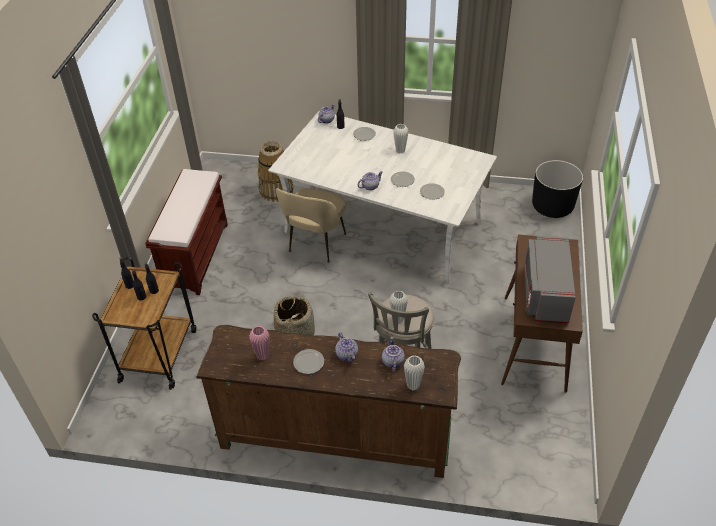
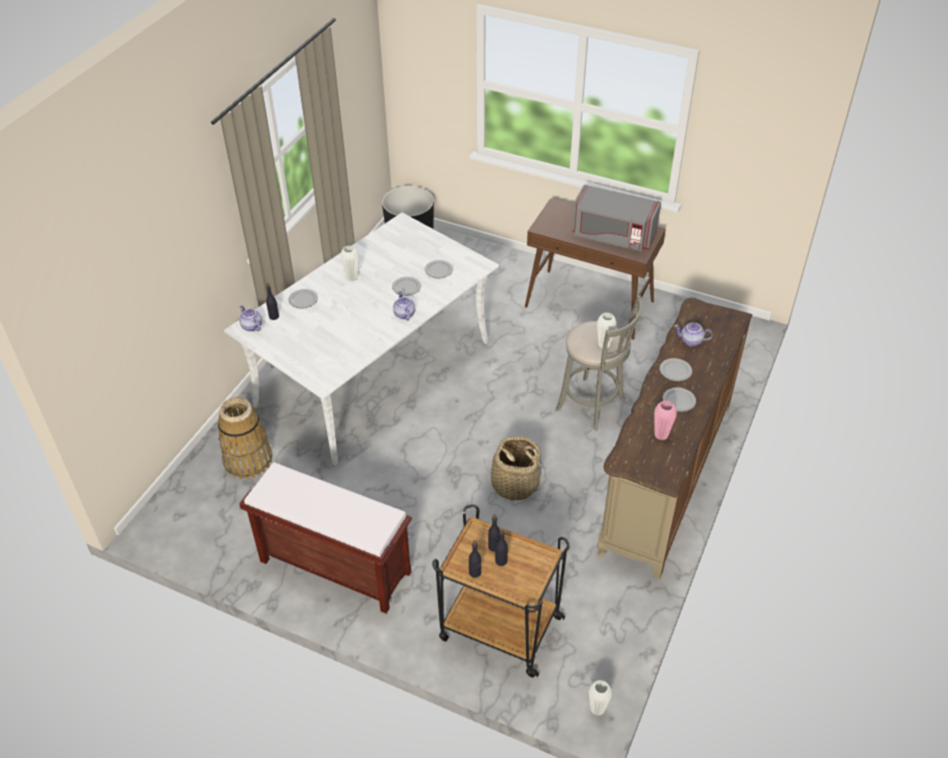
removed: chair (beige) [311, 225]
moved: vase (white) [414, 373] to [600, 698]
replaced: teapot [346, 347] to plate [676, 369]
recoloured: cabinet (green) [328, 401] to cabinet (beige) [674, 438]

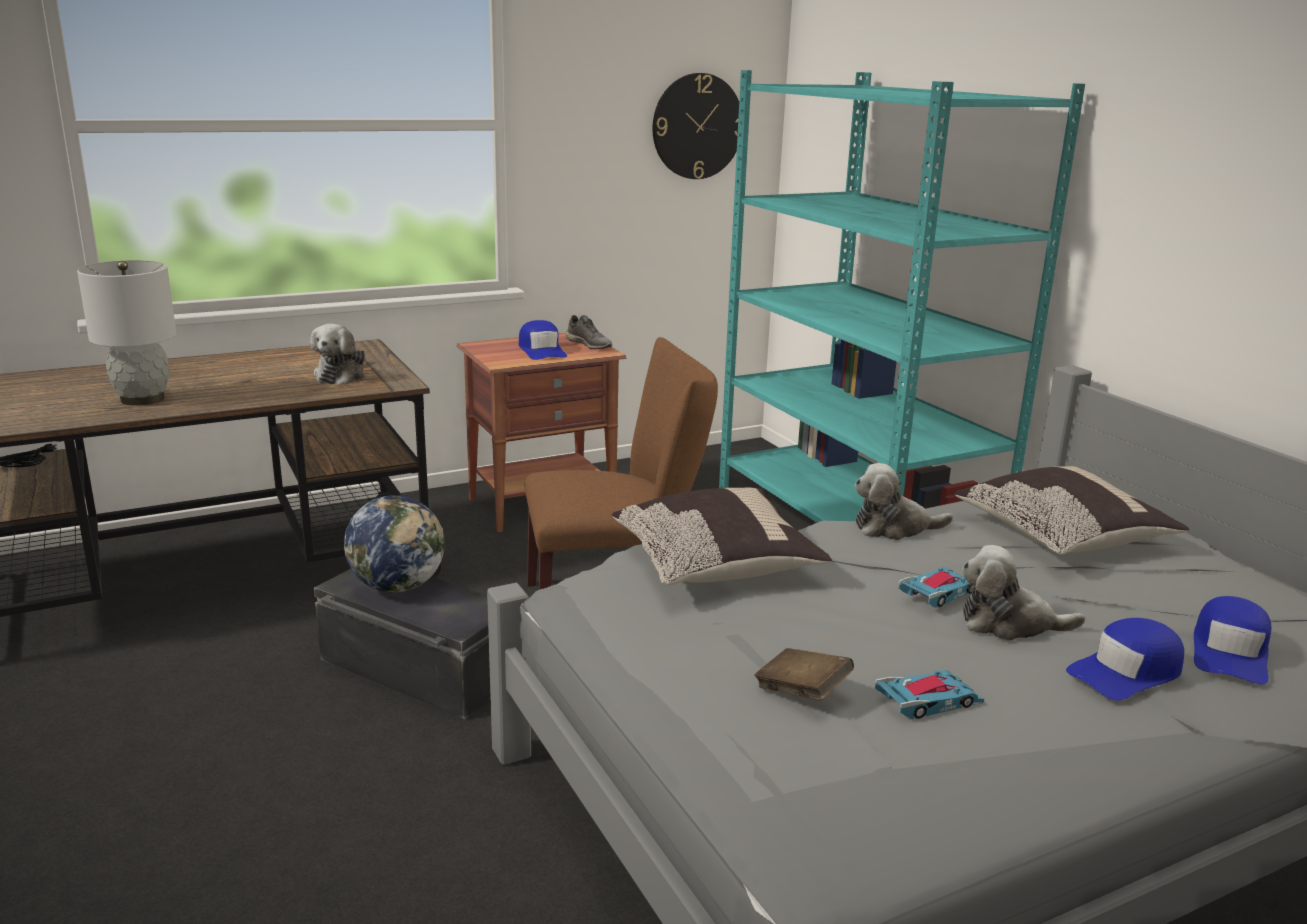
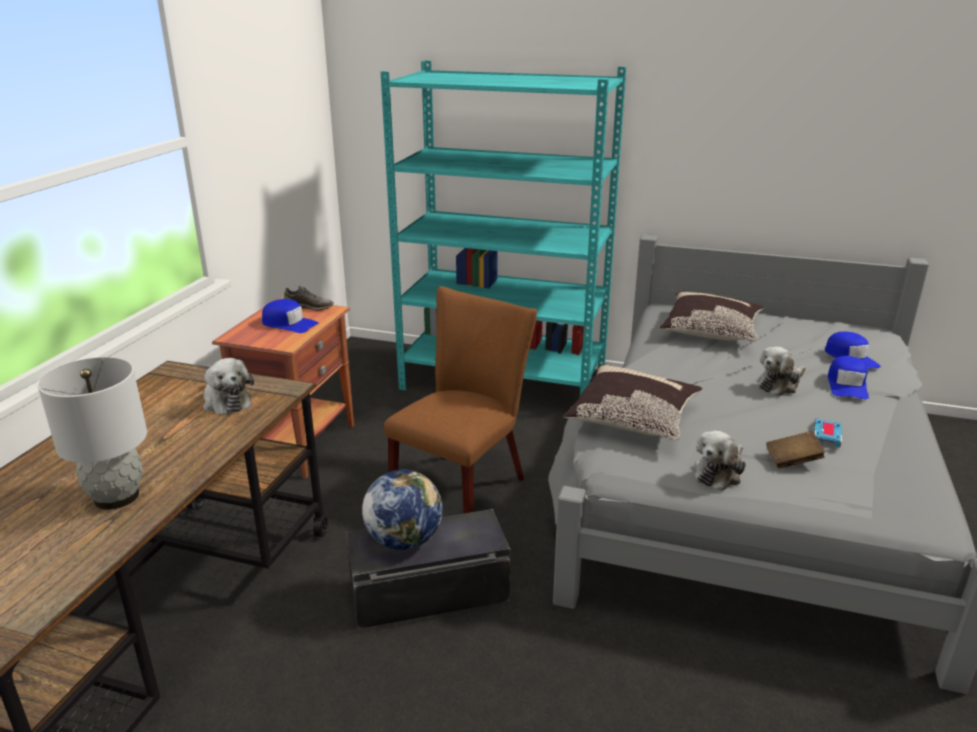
removed: wall clock [698, 126]; toy car [935, 587]
moved: plush toy [903, 501] to [720, 461]

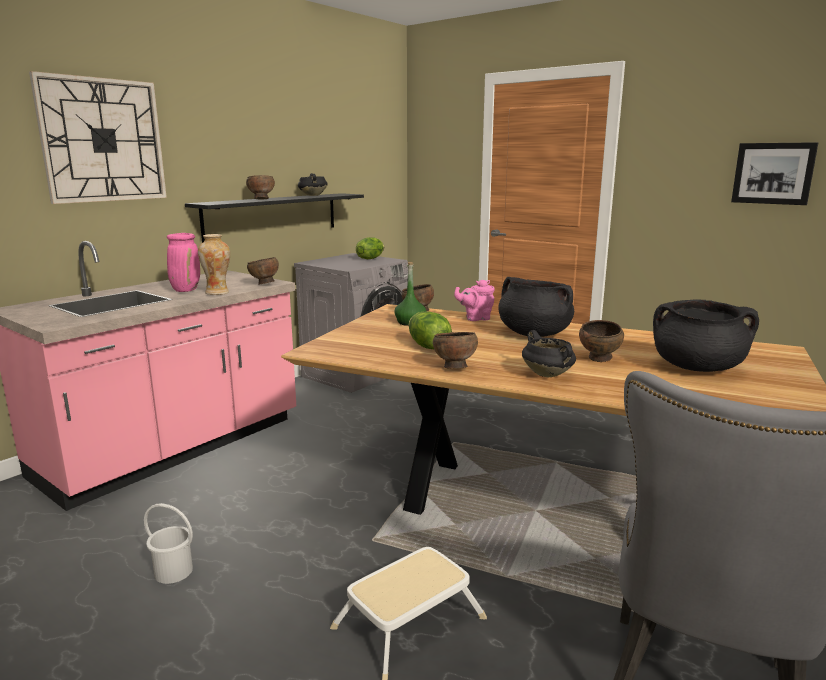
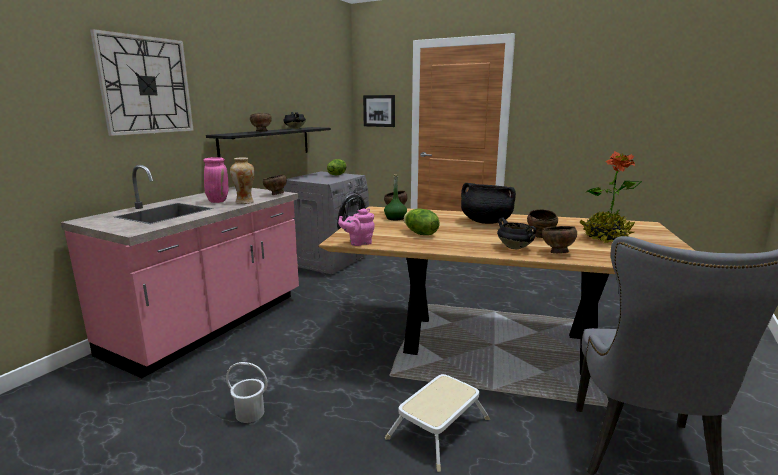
moved: bowl (brown) [455, 350] to [559, 239]; teapot (pink) [474, 300] to [356, 227]; picture [774, 173] to [379, 111]
replaced: cooking pot (black) [706, 335] to potted plant [610, 197]

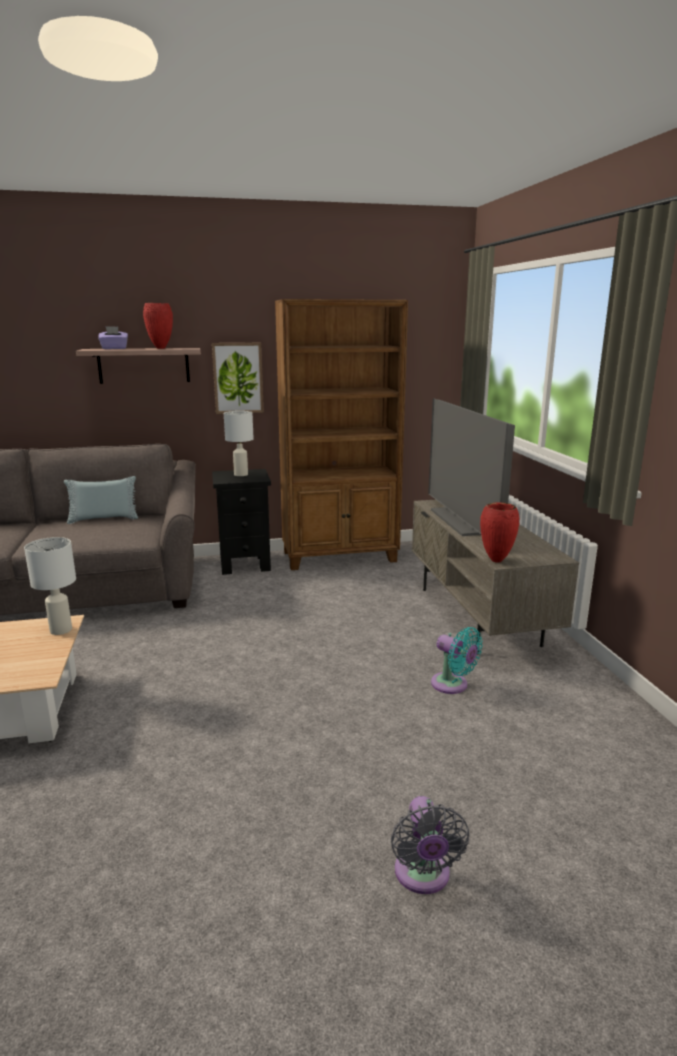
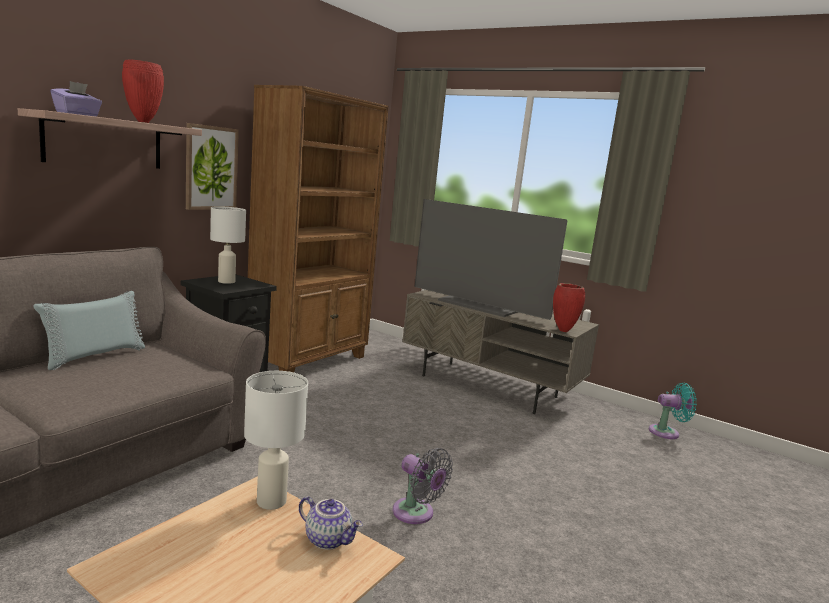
added: teapot [331, 523]
moved: fan (grey) [430, 845] to [422, 486]; fan (turquoise) [456, 660] to [673, 411]

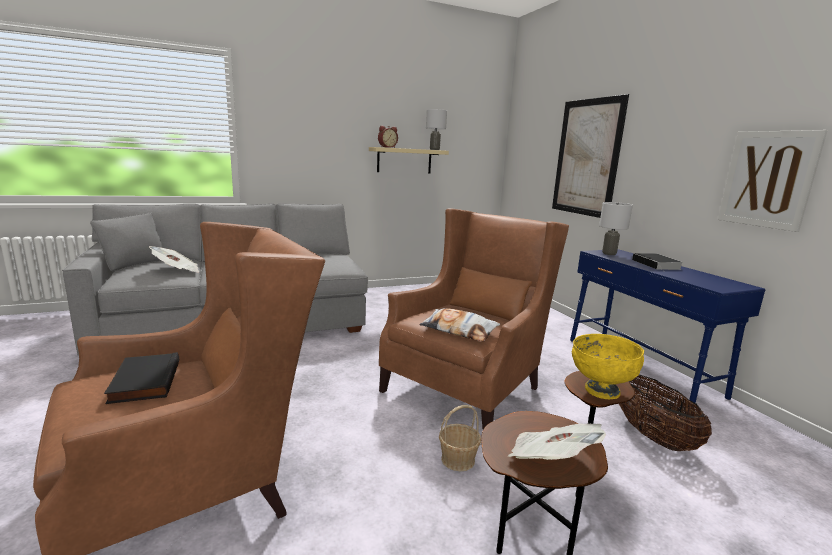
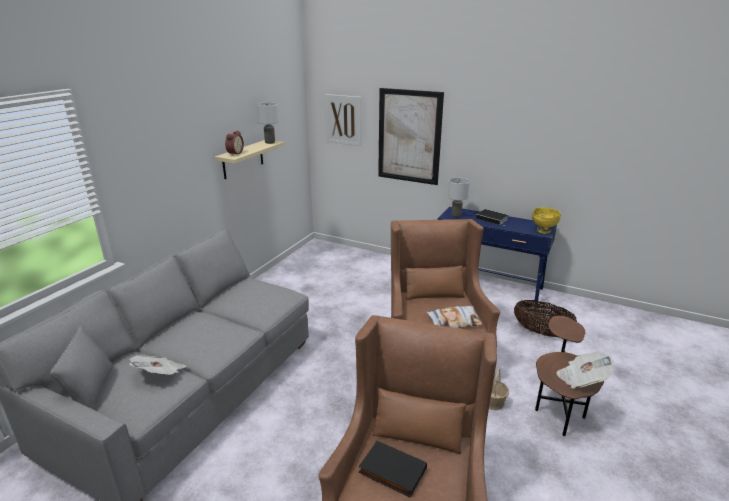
moved: bowl (yellow) [608, 366] to [546, 220]; picture [773, 181] to [343, 120]

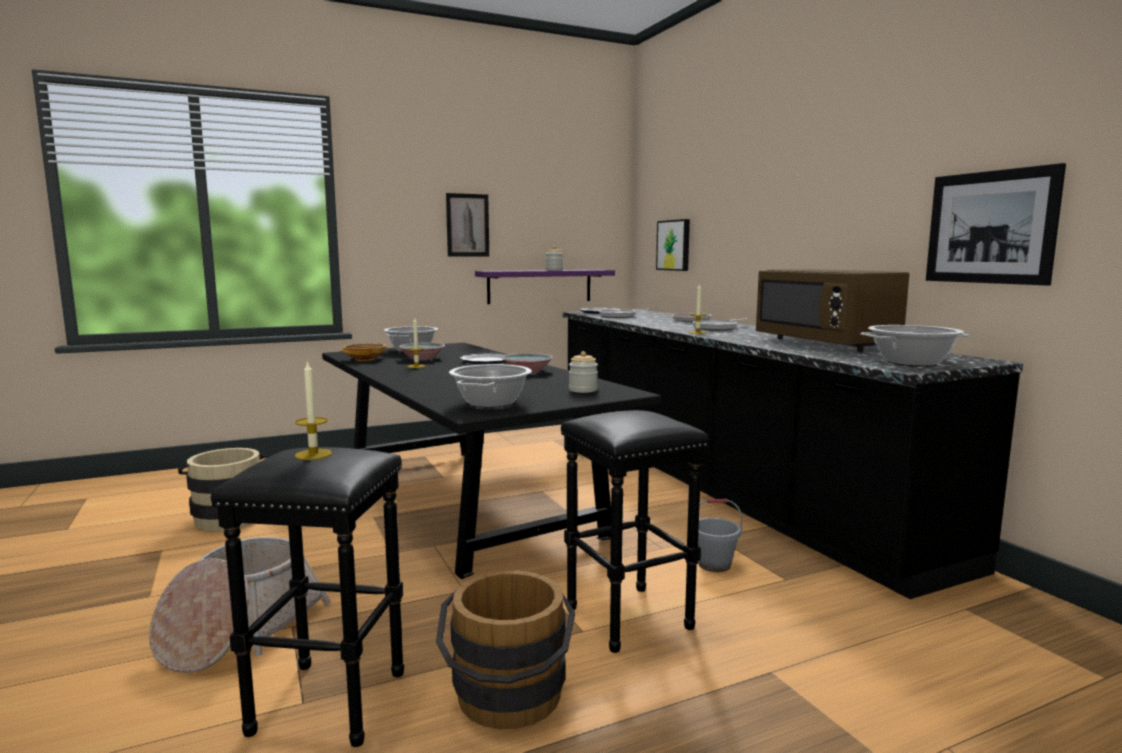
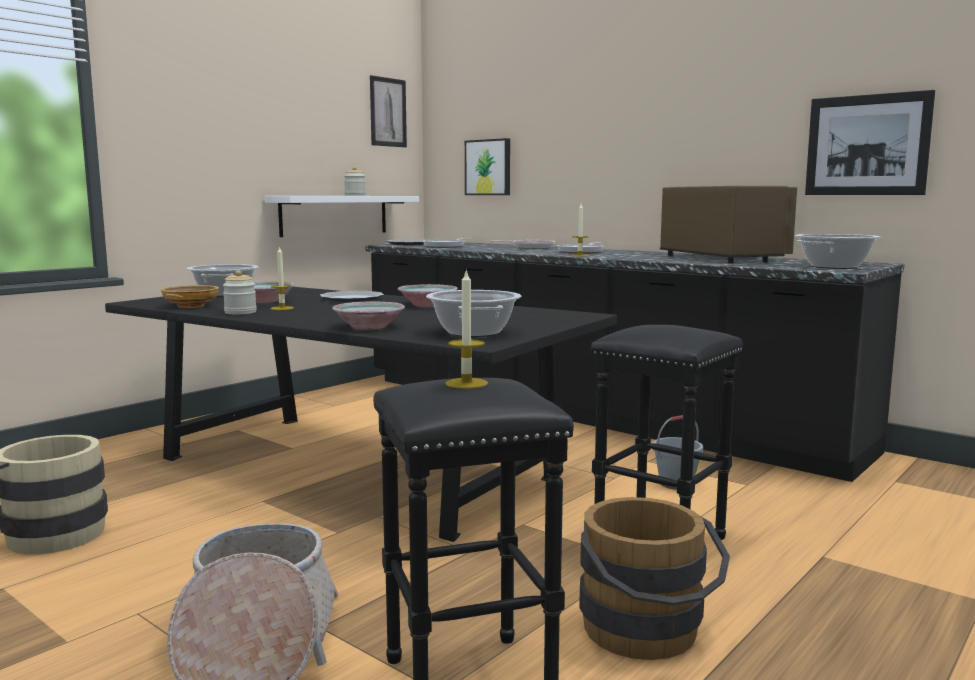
added: bowl [368, 316]
moved: picture [467, 225] to [388, 111]; jar [583, 372] to [240, 292]
recoloured: shelf (purple) [545, 287] to shelf (white) [342, 216]
turned: microwave (brown) [832, 310] = [728, 224] 150 degrees counterclockwise

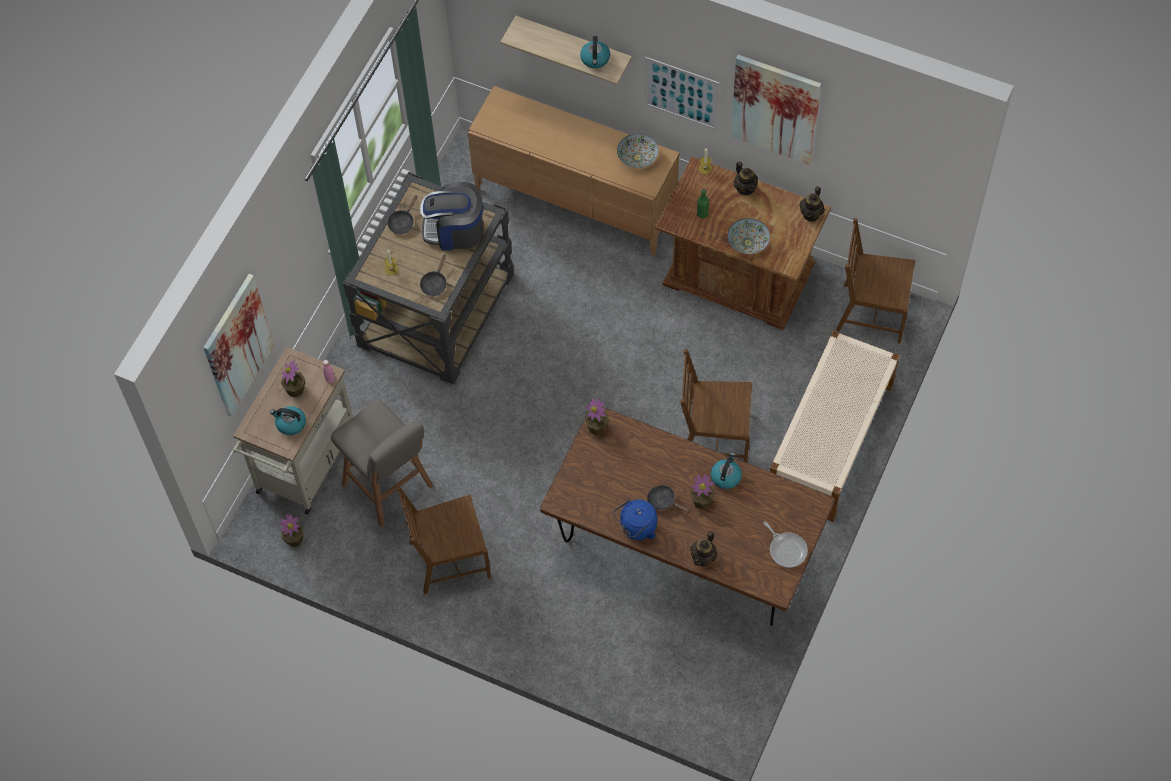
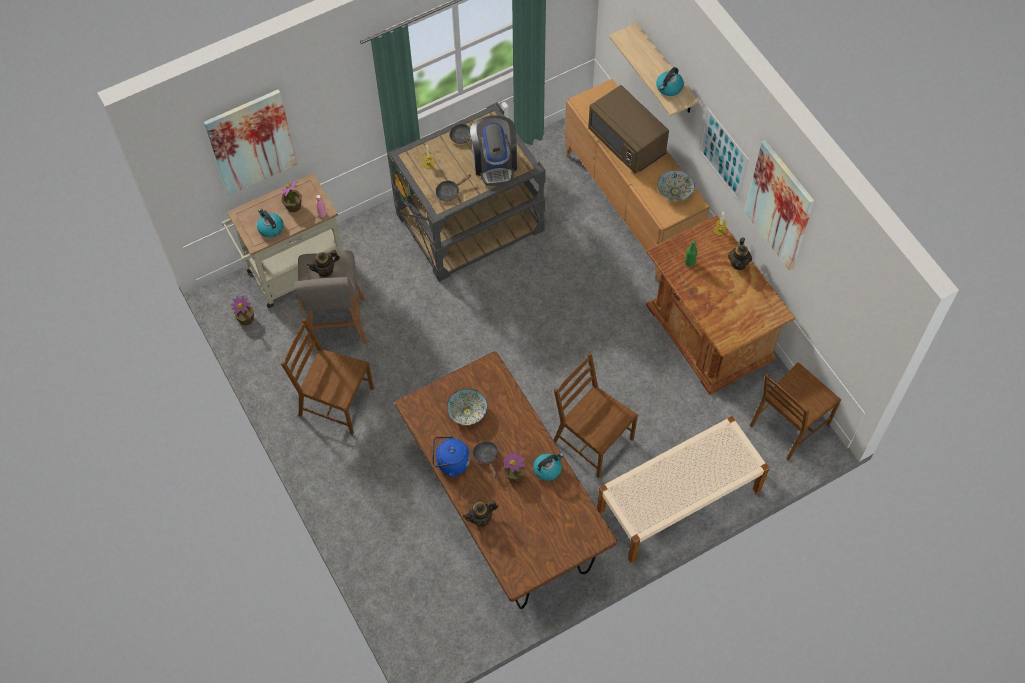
removed: potted plant [597, 416]; frying pan [785, 544]
added: microwave (brown) [628, 129]
moved: bowl [749, 236] to [467, 407]; teapot [812, 204] to [323, 263]
turned: coffee machine [452, 216] = [493, 150] 135 degrees counterclockwise; chair (brown) [876, 281] = [795, 411] 90 degrees counterclockwise

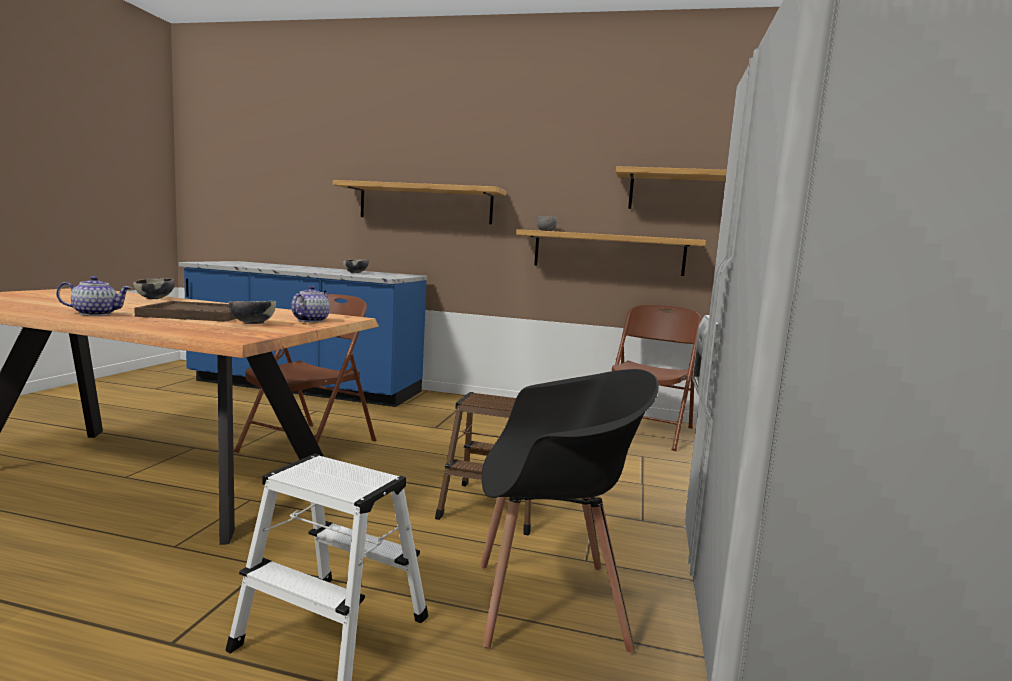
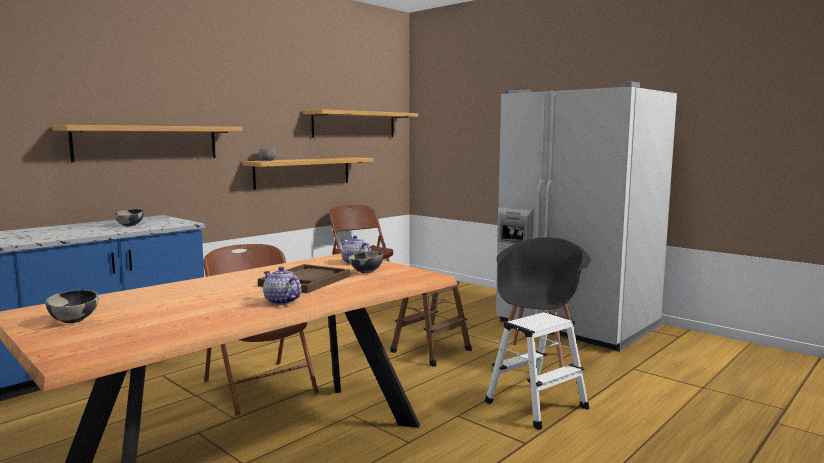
moved: bowl [154, 288] to [72, 306]
turned: teapot [93, 296] = [282, 285] 60 degrees counterclockwise

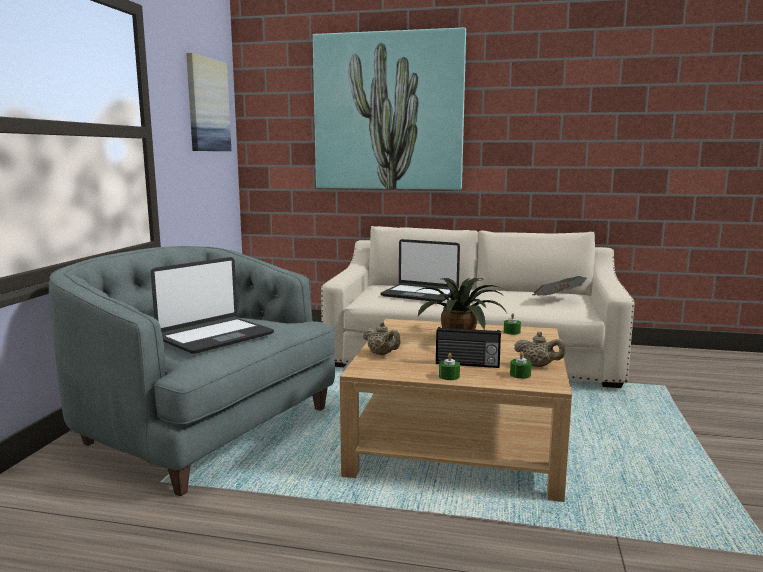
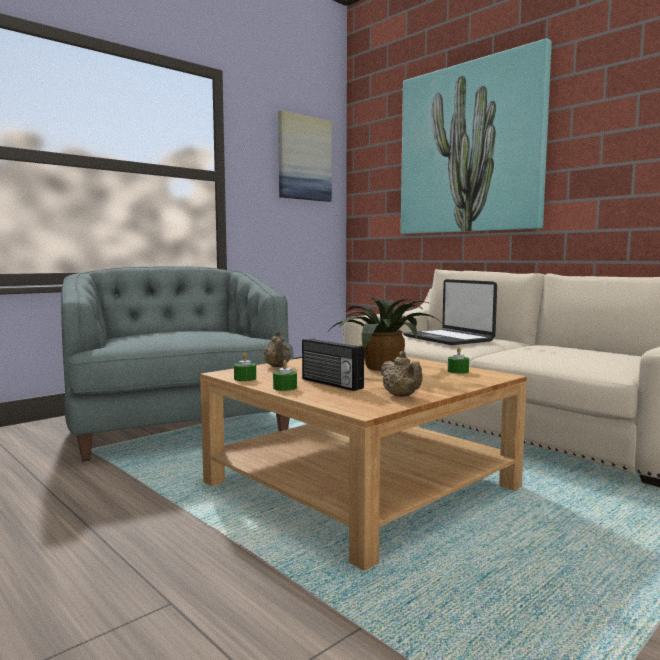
removed: laptop [212, 305]; newspaper [559, 286]
moved: candle (green) [521, 365] to [245, 367]

